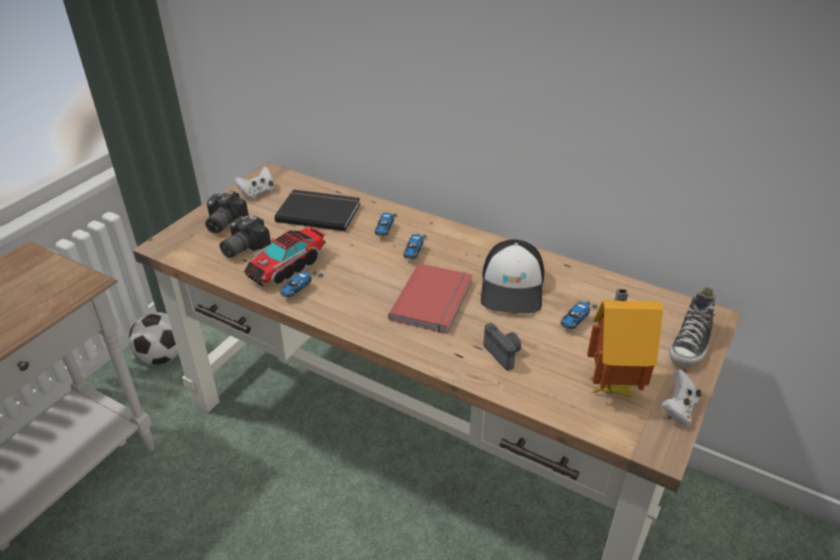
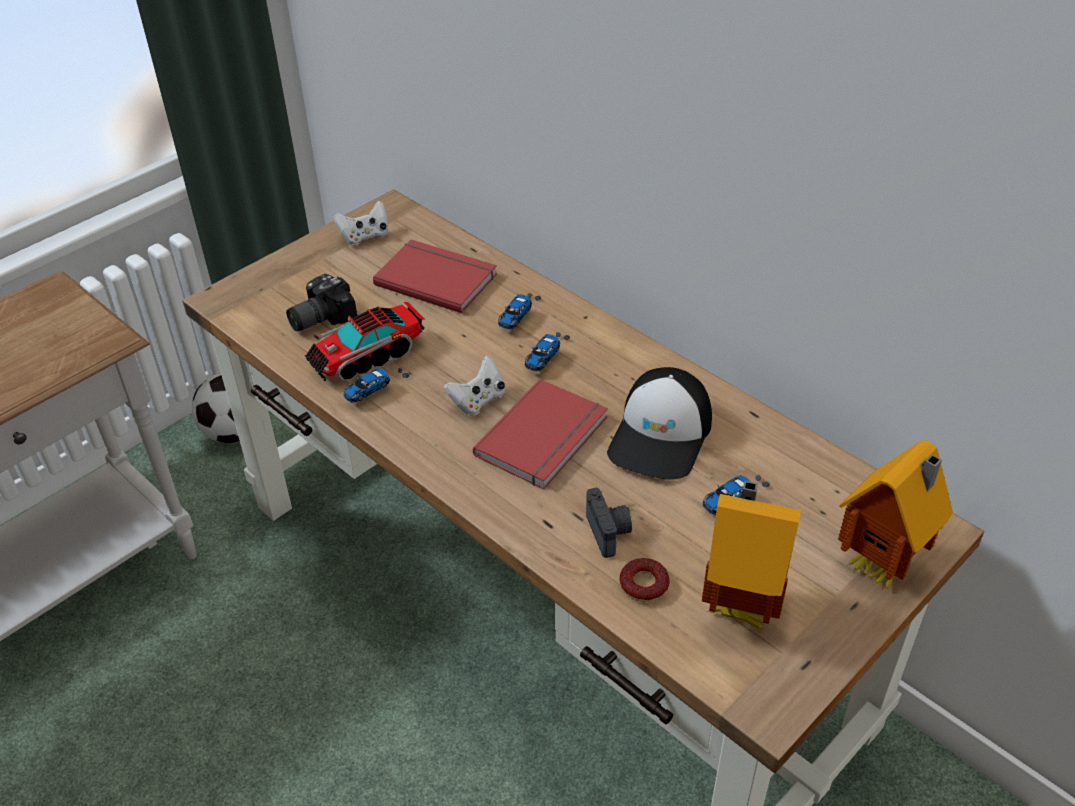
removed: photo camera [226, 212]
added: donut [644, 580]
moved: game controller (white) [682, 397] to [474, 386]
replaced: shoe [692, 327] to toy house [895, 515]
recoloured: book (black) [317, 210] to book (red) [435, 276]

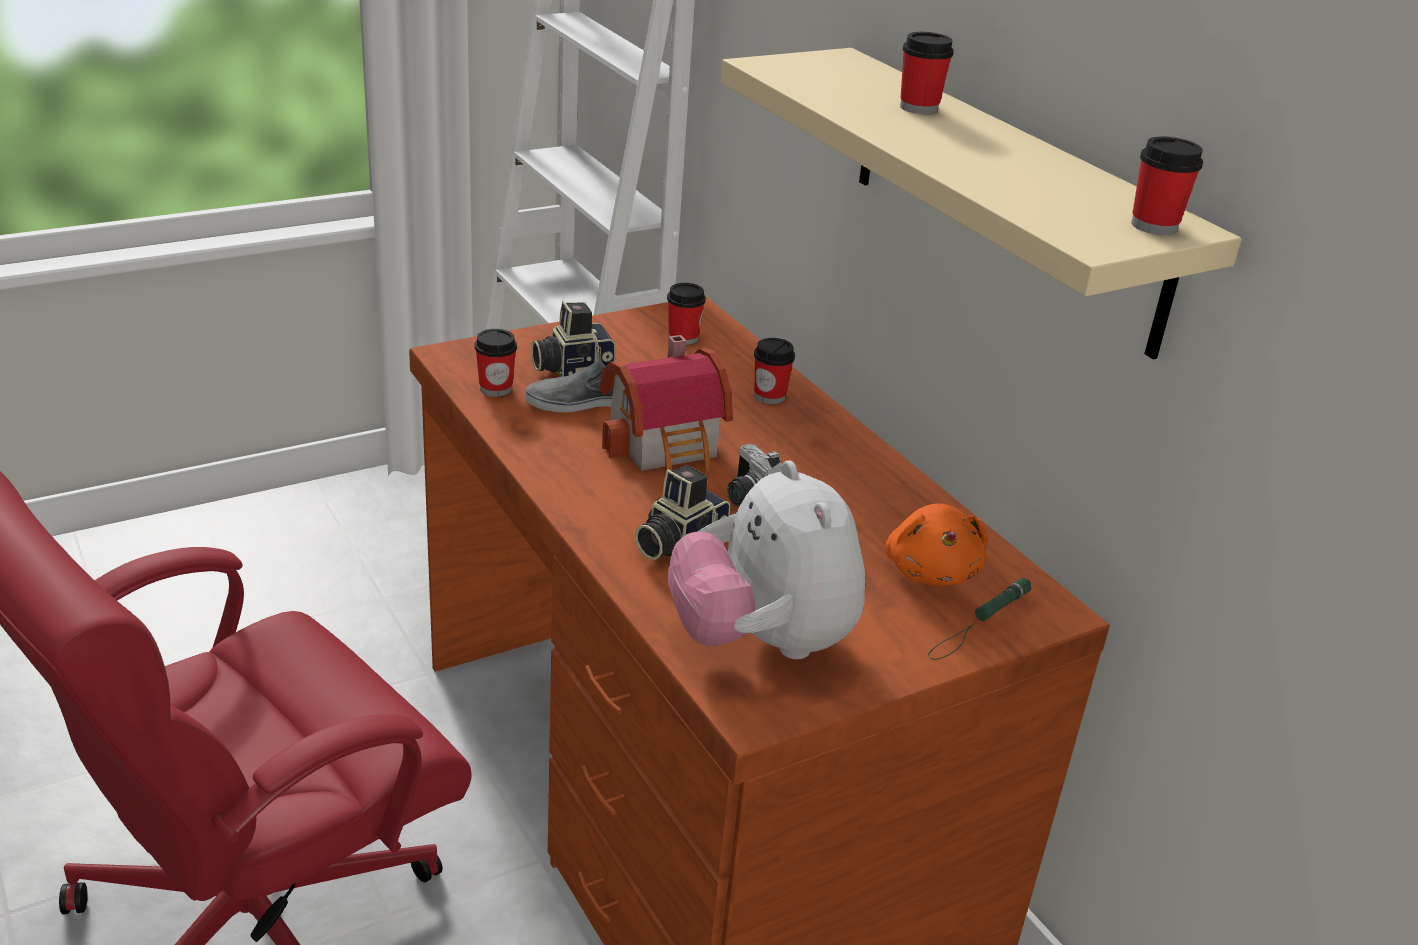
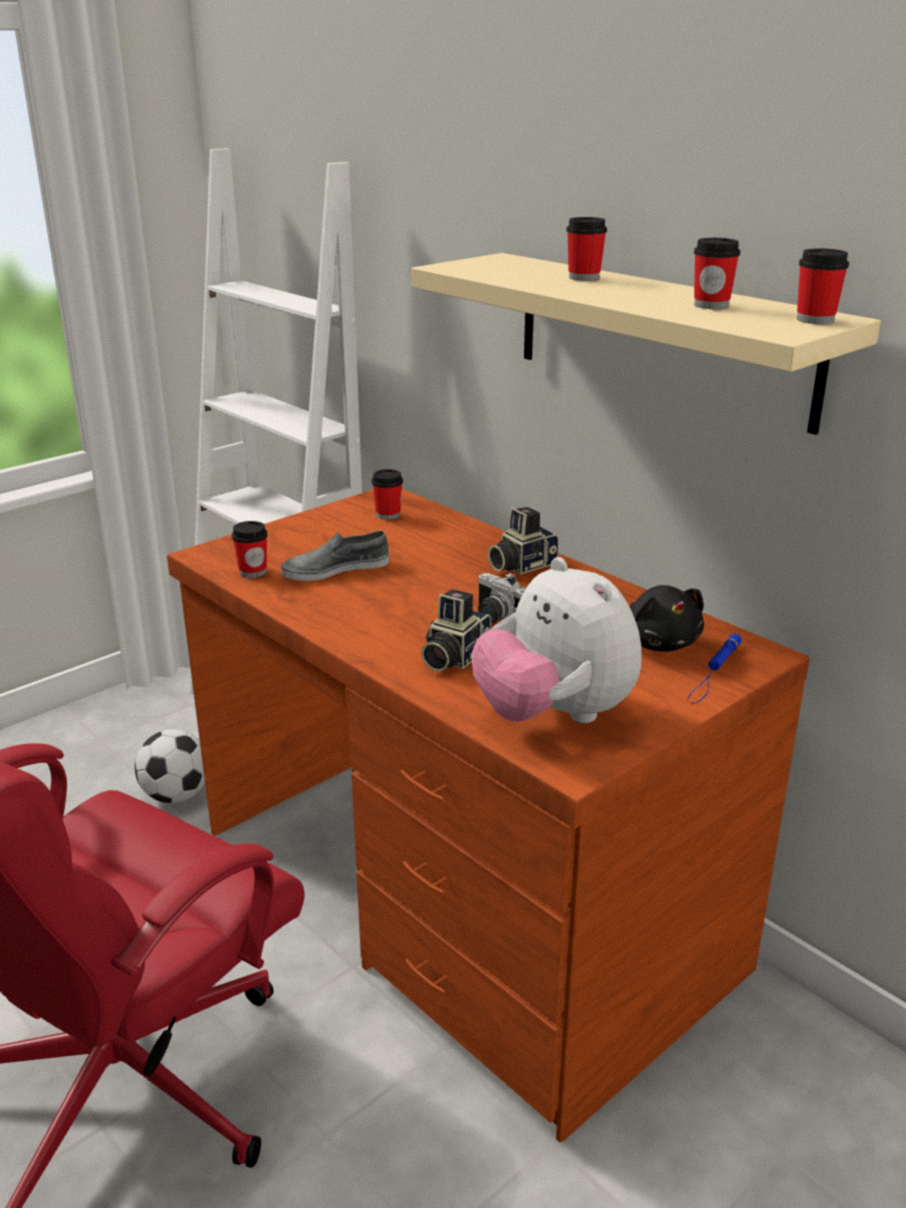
removed: toy house [666, 404]
added: football [170, 766]
moved: photo camera [573, 339] to [523, 540]; cup [774, 371] to [717, 273]
recoloured: plush toy (orange) [936, 544] to plush toy (black) [667, 618]; flashlight (green) [979, 618] to flashlight (blue) [714, 669]

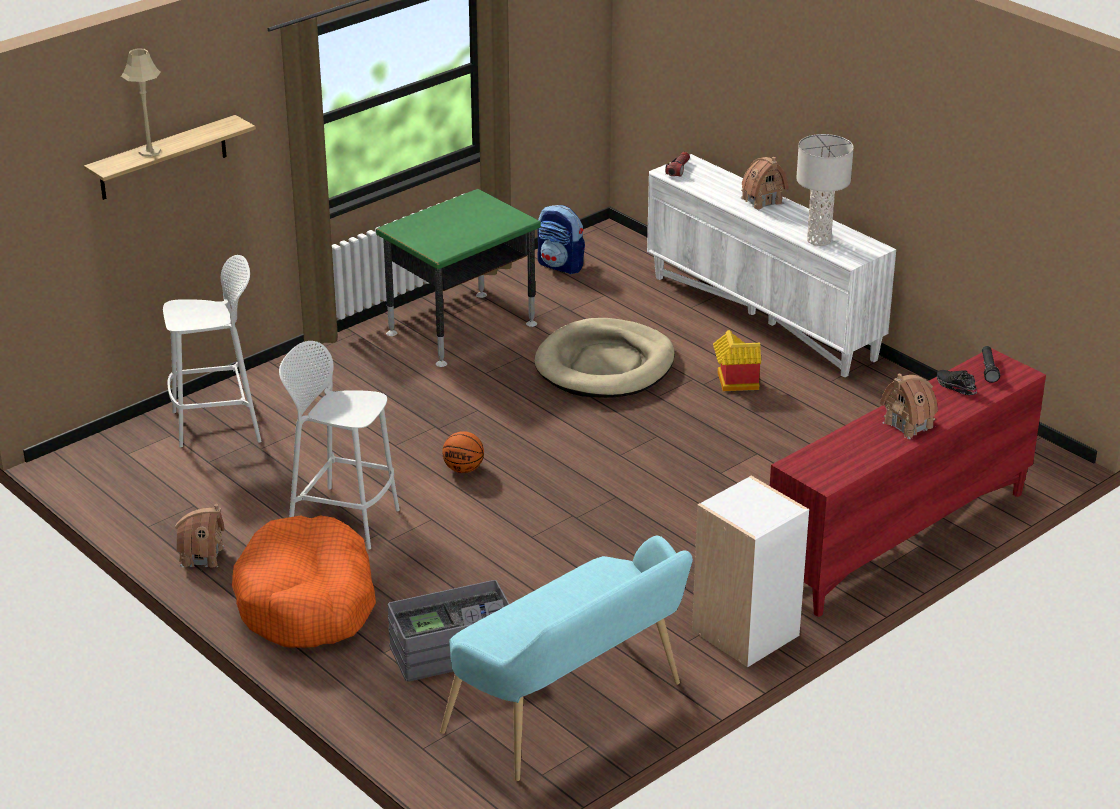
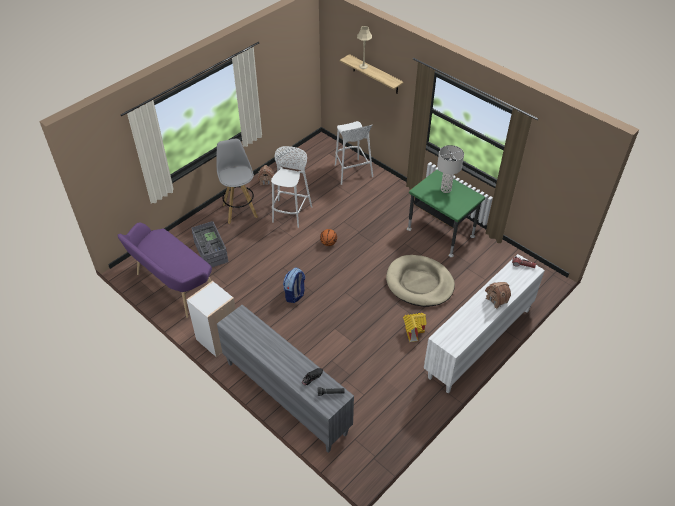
removed: toy house [909, 406]
moved: backpack [561, 239] to [294, 285]; table lamp (white) [825, 190] to [450, 169]
replaced: dog bed (orange) [304, 581] to stool (grey) [237, 181]
recoloured: bench (turquoise) [566, 658] to bench (purple) [164, 270]; dresser (red) [908, 482] to dresser (grey) [285, 379]

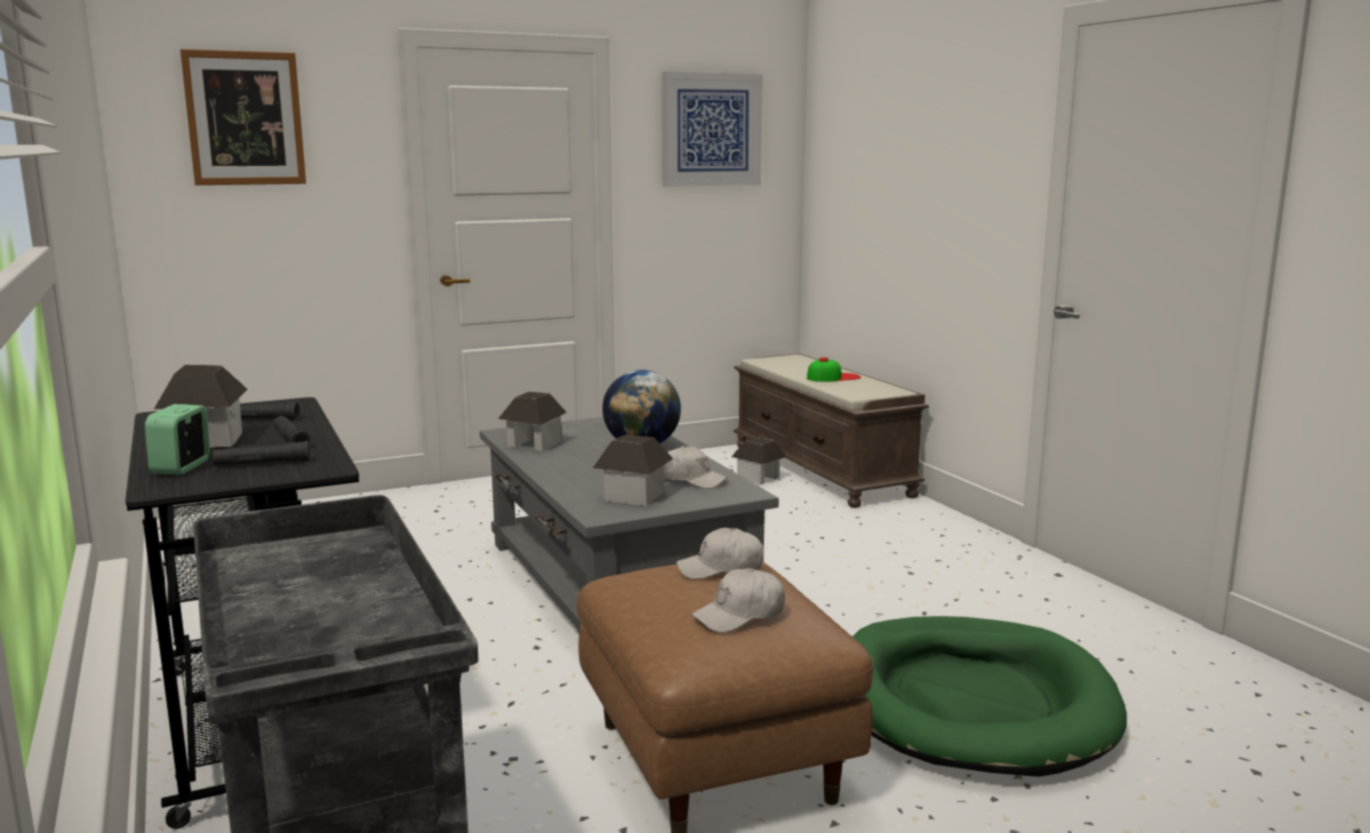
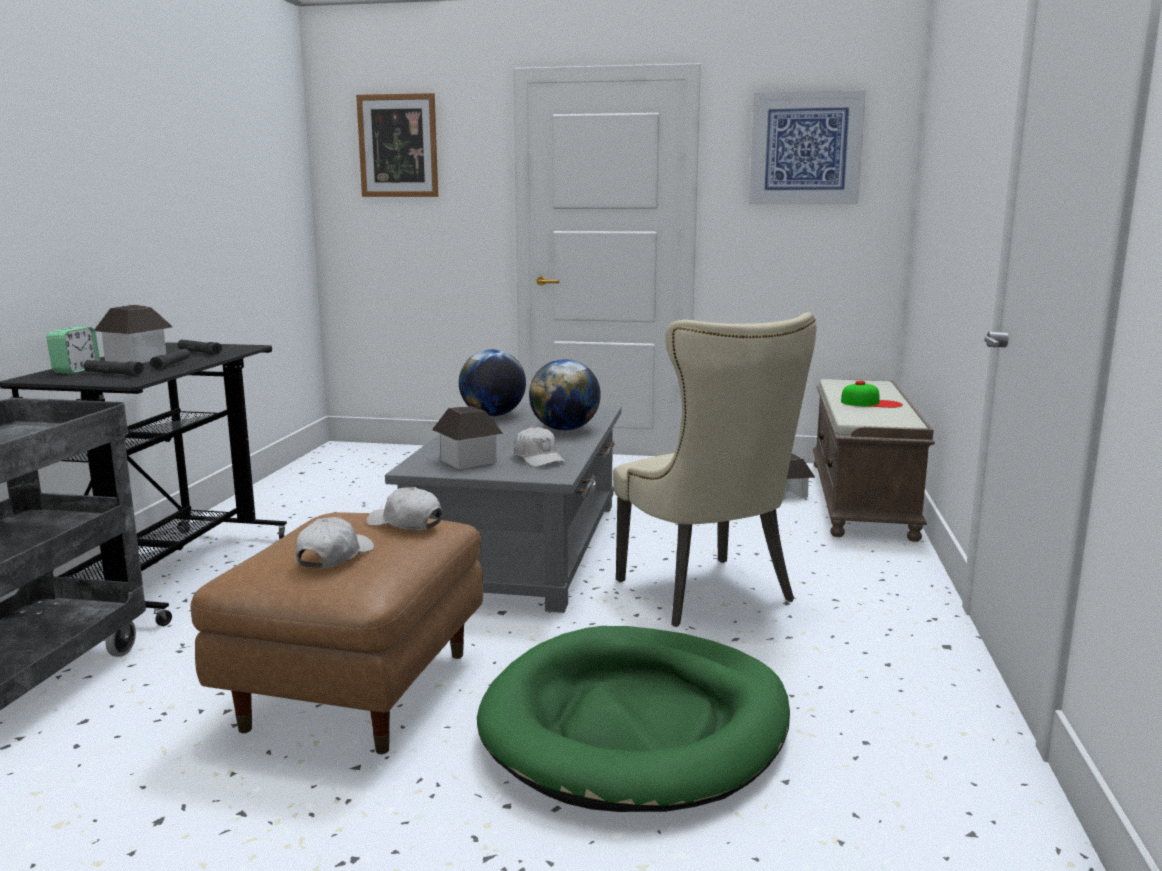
added: chair (beige) [715, 469]
replaced: toy house [532, 421] to globe [492, 382]
turned: alarm clock [177, 439] = [73, 350] 150 degrees clockwise; cap (white) [738, 600] = [335, 542] 105 degrees clockwise

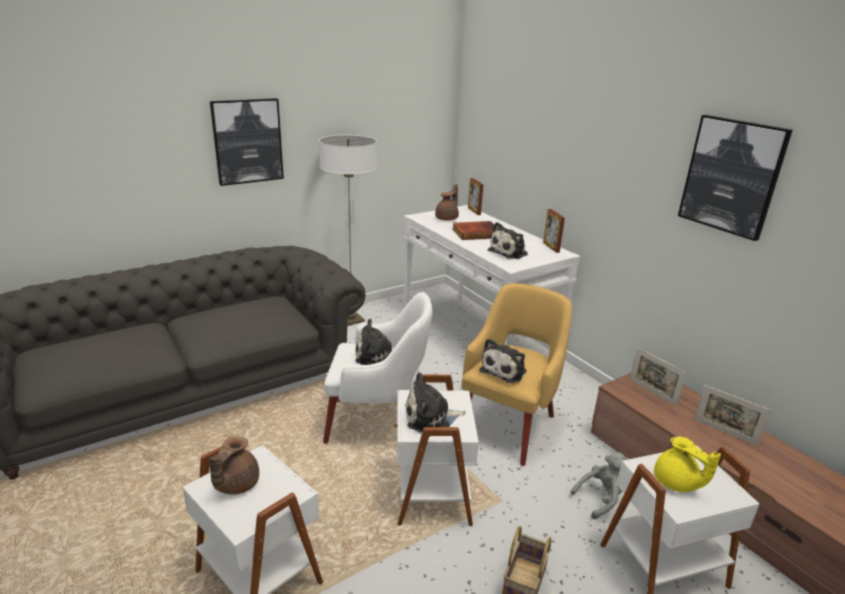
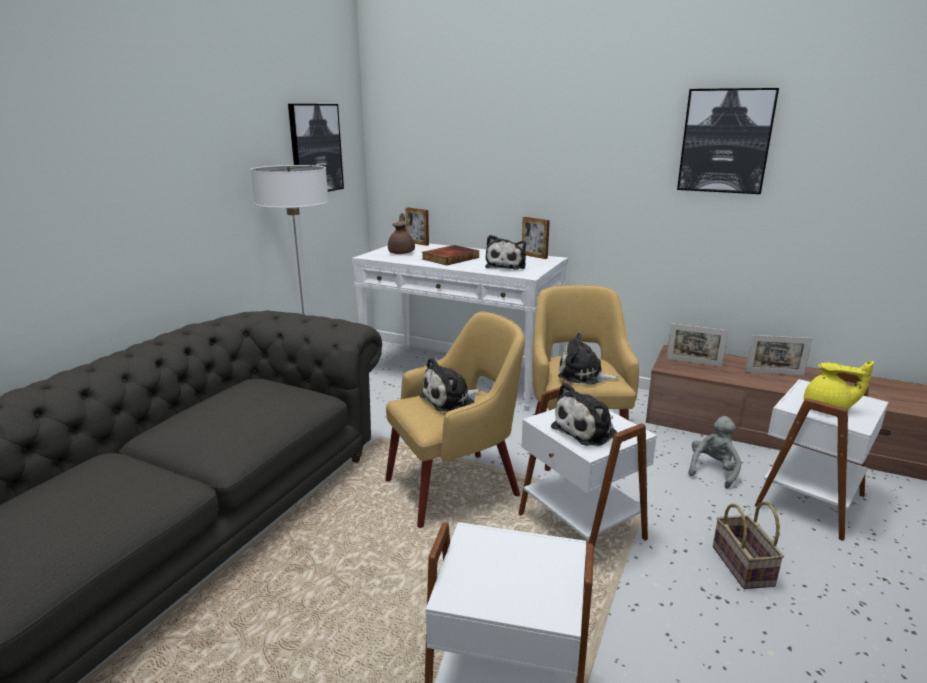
removed: teapot (brown) [234, 465]
moved: picture [247, 142] to [316, 148]
recoloured: armchair (white) [378, 368] to armchair (yellow) [455, 420]
turned: plush toy [503, 360] = [589, 359] 105 degrees clockwise

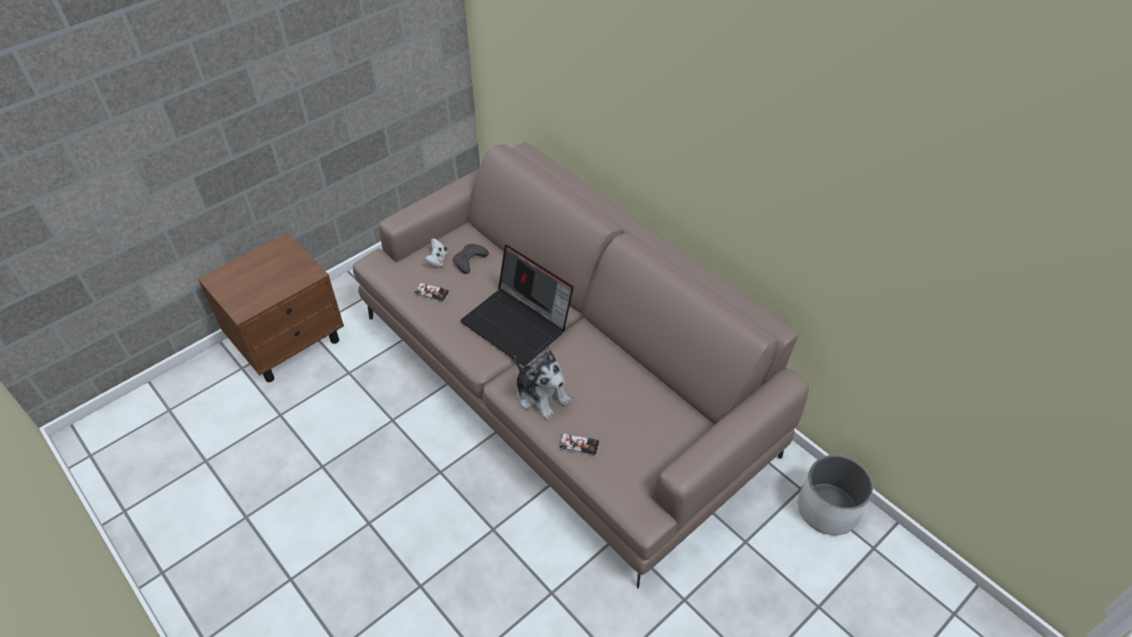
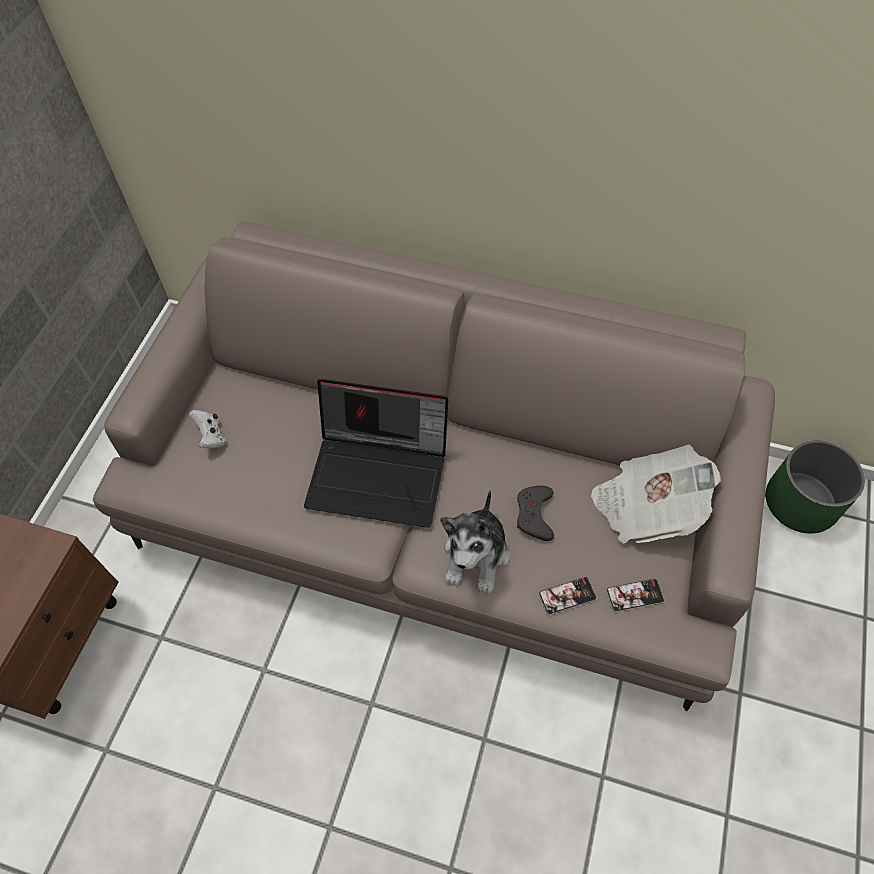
added: newspaper [656, 493]
moved: phone [432, 292] to [635, 595]; game controller (grey) [471, 259] to [535, 513]
recoloured: planter (white) [835, 495] to planter (green) [815, 487]
turned: plush toy [542, 385] = [474, 542] 90 degrees clockwise

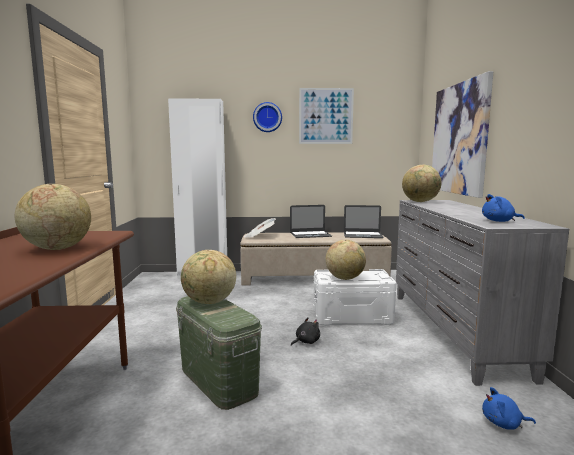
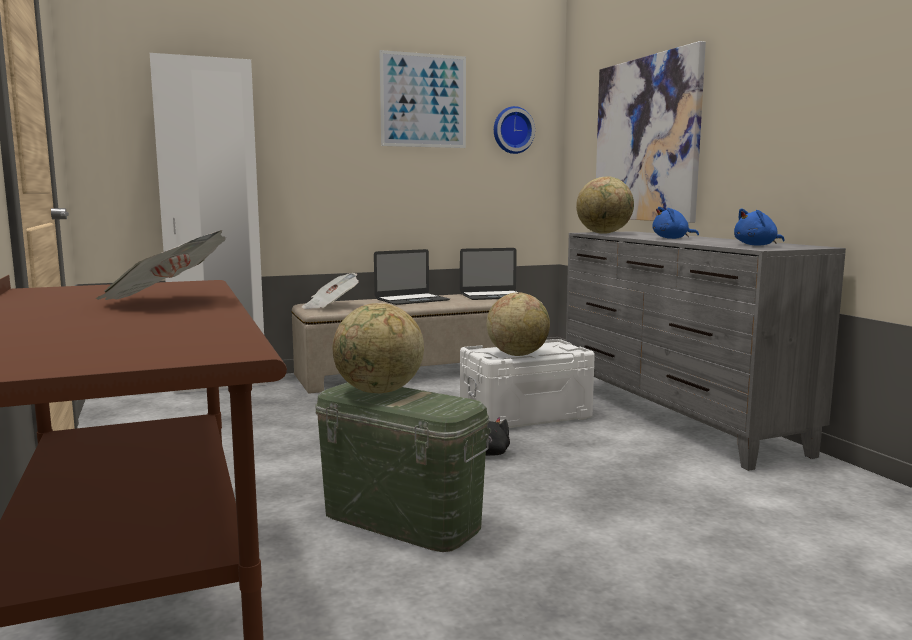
moved: wall clock [267, 117] to [514, 130]; plush toy (blue) [509, 408] to [675, 223]
replaced: globe [53, 217] to newspaper [161, 265]

